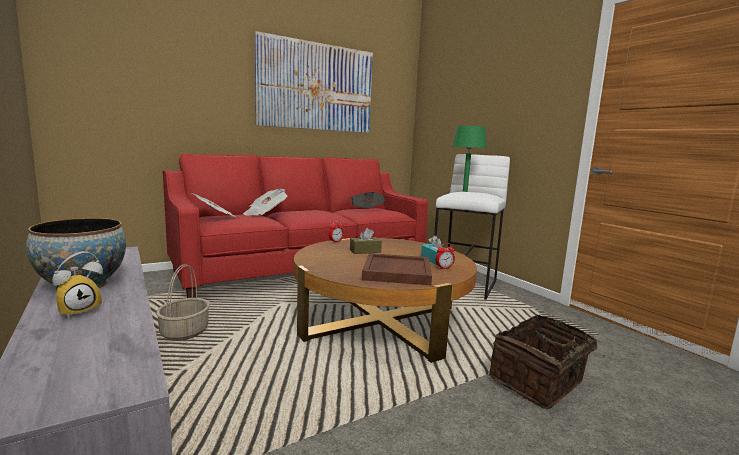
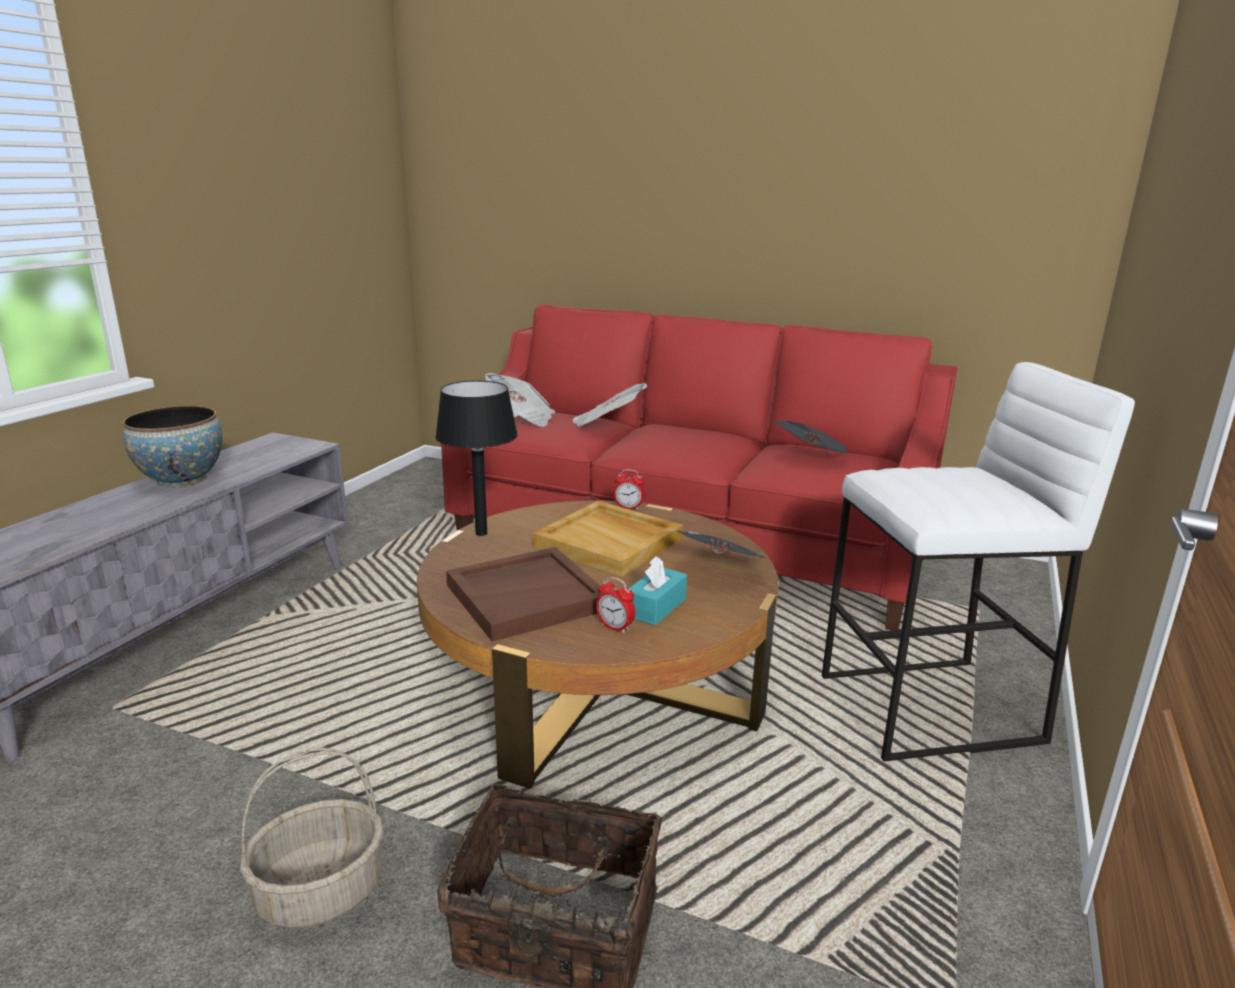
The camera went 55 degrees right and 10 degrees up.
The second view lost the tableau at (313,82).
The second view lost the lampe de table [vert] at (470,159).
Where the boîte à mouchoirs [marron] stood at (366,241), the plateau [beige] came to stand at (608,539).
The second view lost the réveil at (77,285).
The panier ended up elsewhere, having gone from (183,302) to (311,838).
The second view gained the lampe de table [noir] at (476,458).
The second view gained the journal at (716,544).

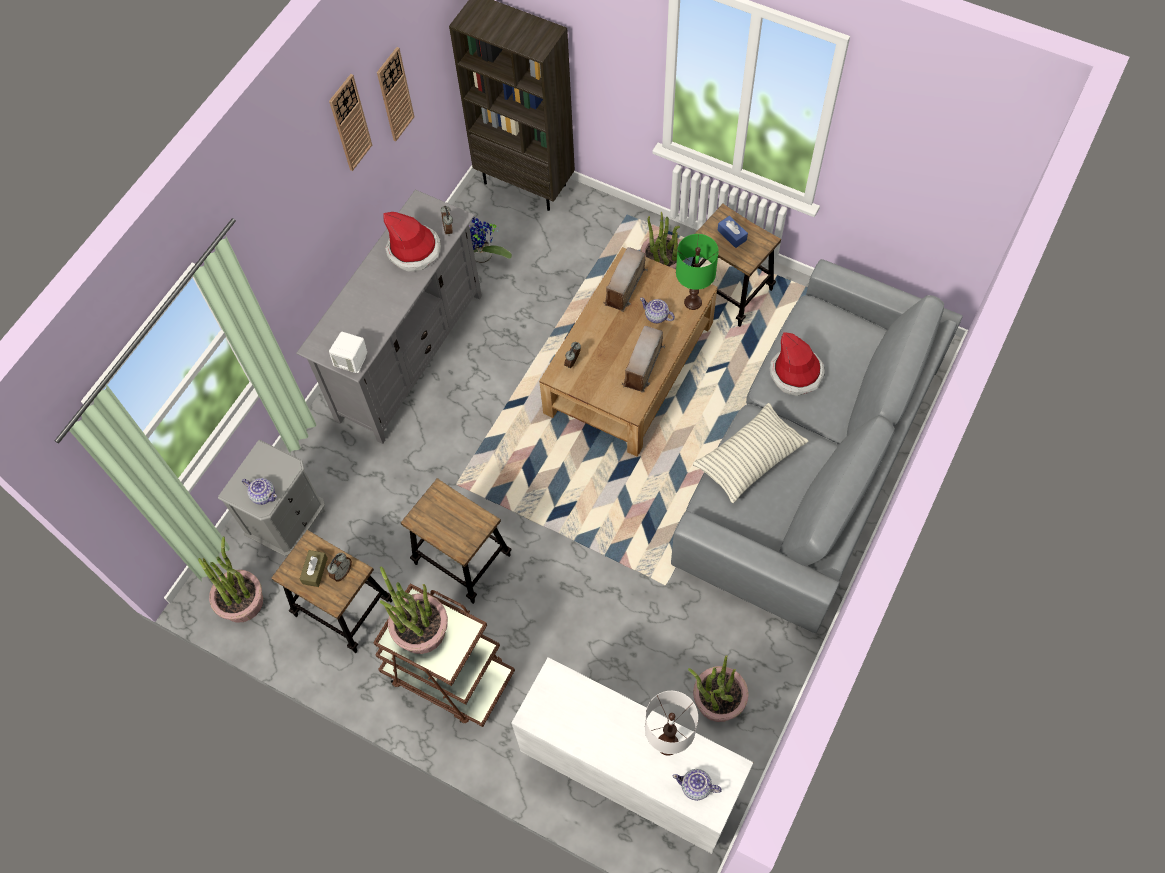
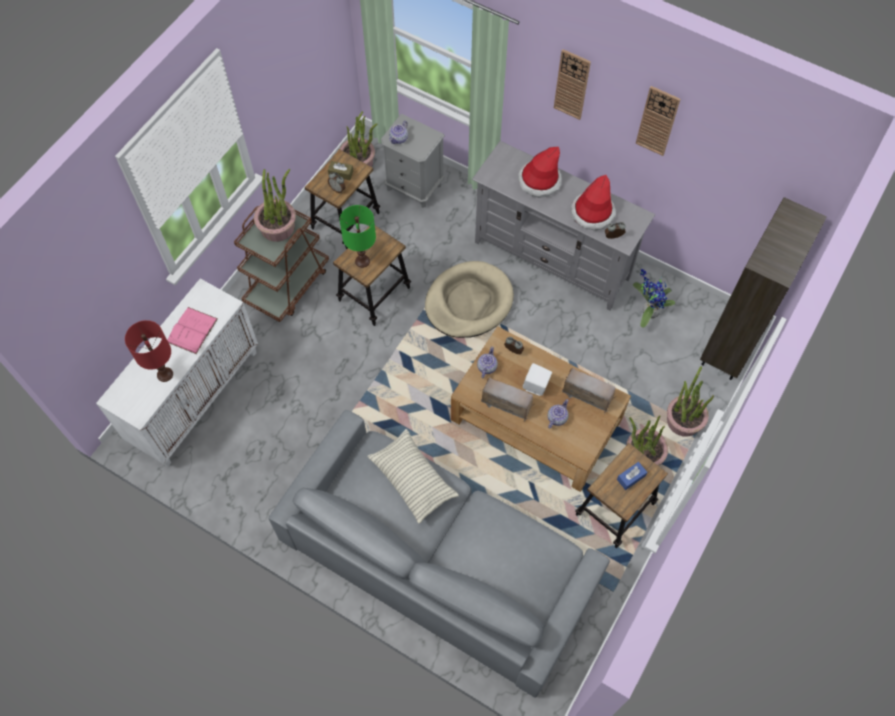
The camera went 90 degrees right and 0 degrees up.
The horloge murale ended up elsewhere, having gone from (395,94) to (572,84).
The lampe de table [vert] ended up elsewhere, having gone from (697,272) to (358,236).
The enceinte [blanc] ended up elsewhere, having gone from (348,352) to (537,379).
The chapeau ended up elsewhere, having gone from (797,364) to (540,172).
The plante en pot ended up elsewhere, having gone from (718,688) to (690,401).
What was the lampe de table [blanc] at (671,723) turned into the lampe de table [rouge] at (149,351).
The théière ended up elsewhere, having gone from (697,785) to (487,362).
The second view gained the panier pour chien [beige] at (469,299).
The second view gained the livre [rose] at (192,330).

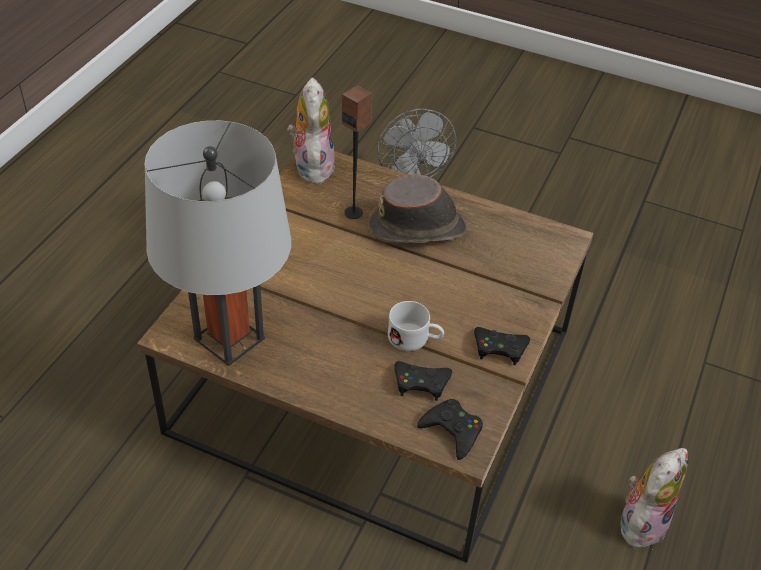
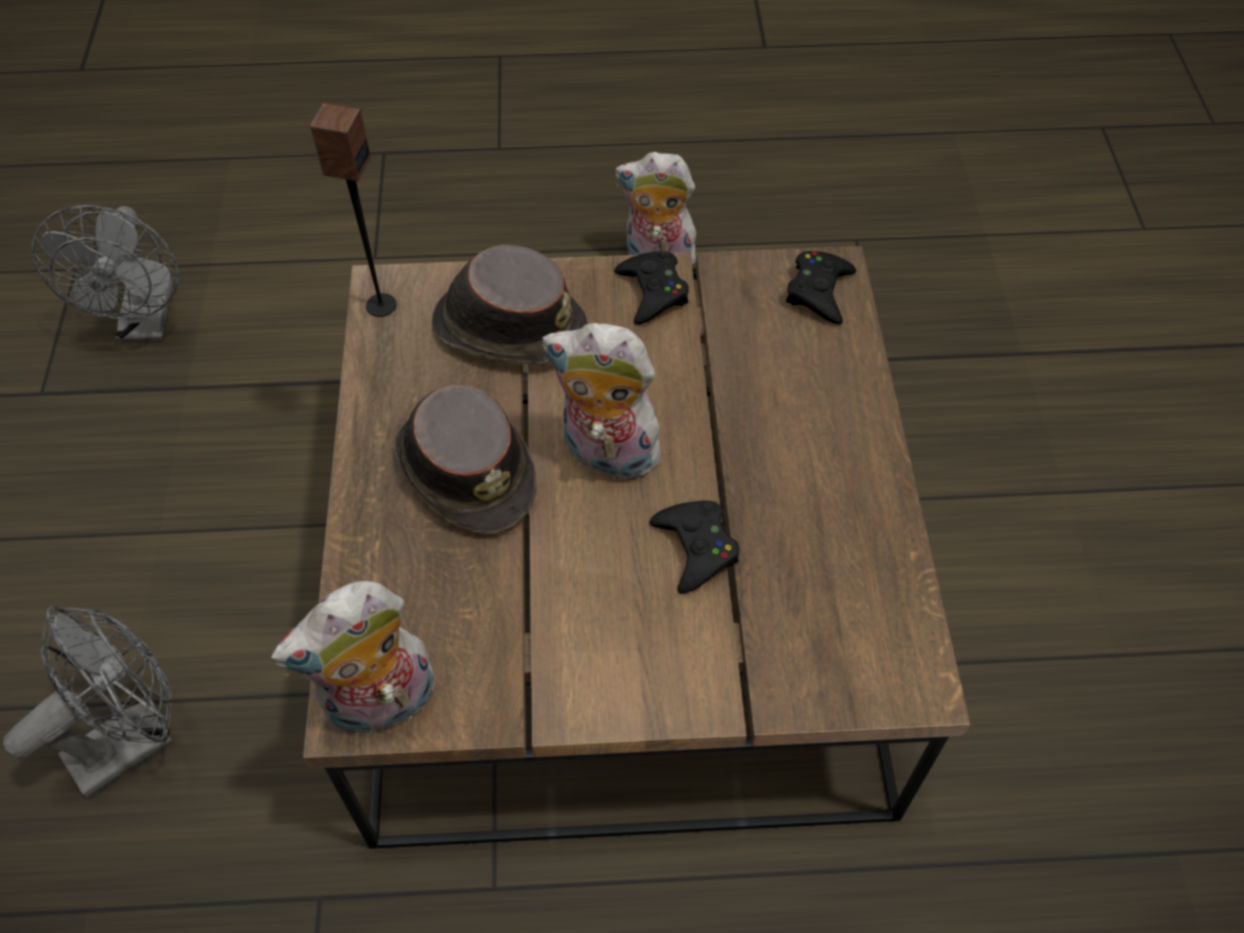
The camera went 115 degrees left and 10 degrees up.
The enceinte ended up elsewhere, having gone from (357,152) to (353,210).
The second view lost the lampe de table [gris] at (217,243).
The second view lost the mug [blanc] at (416,326).
The manette [noir] ended up elsewhere, having gone from (423,381) to (694,547).
The second view gained the ventilateur [gris] at (105,273).
The second view gained the chapeau [marron] at (510,305).
The second view gained the peluche at (606,404).

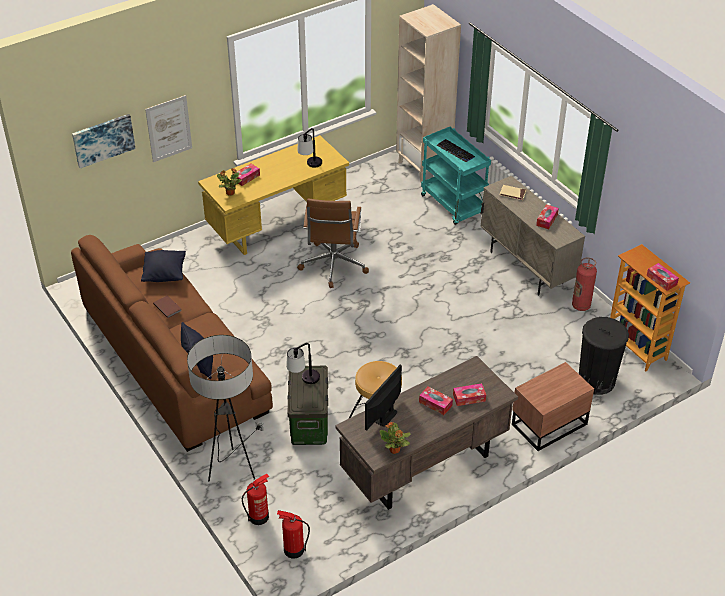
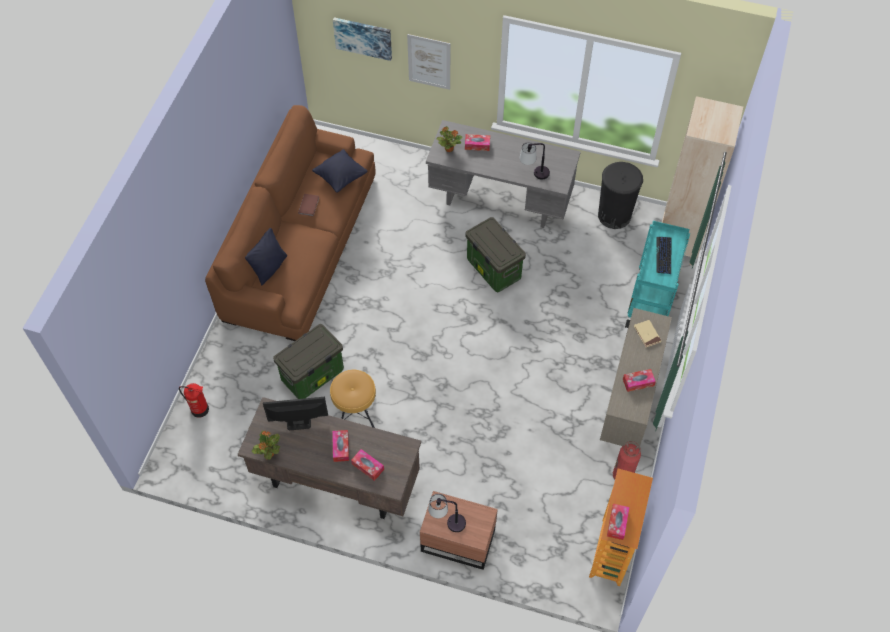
The camera went 50 degrees right and 15 degrees up.
What was the bureau [jaune] at (273,195) turned into the bureau [gris] at (503,174).
Where the chaise de bureau [marron] stood at (333,243), the boîte de rangement came to stand at (495,254).
The poubelle [noir] ended up elsewhere, having gone from (604,356) to (620,195).
The second view lost the lampadaire at (225,408).
The lampe de table ended up elsewhere, having gone from (303,363) to (447,513).
The second view lost the extincteur at (293,534).

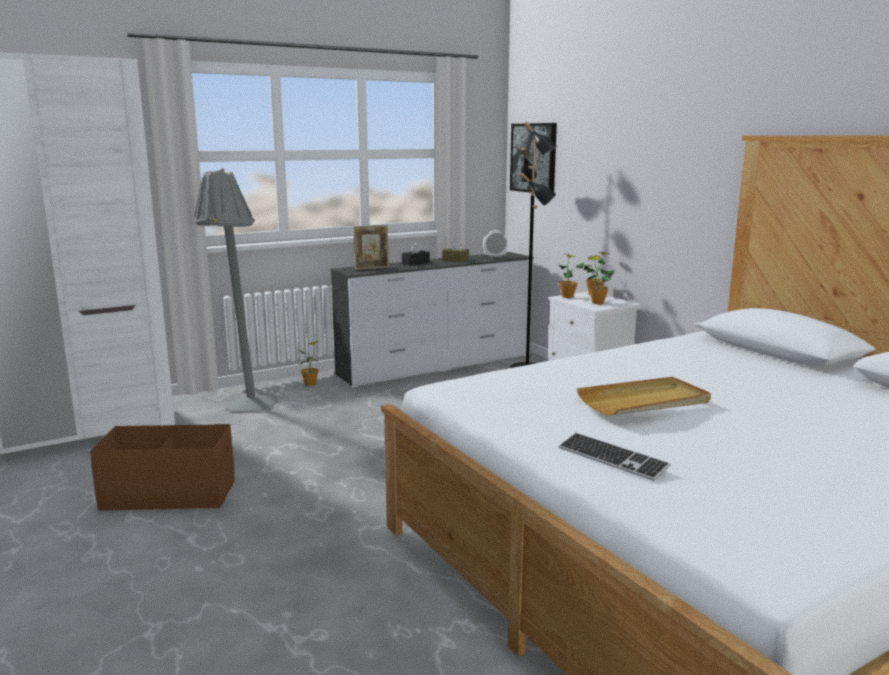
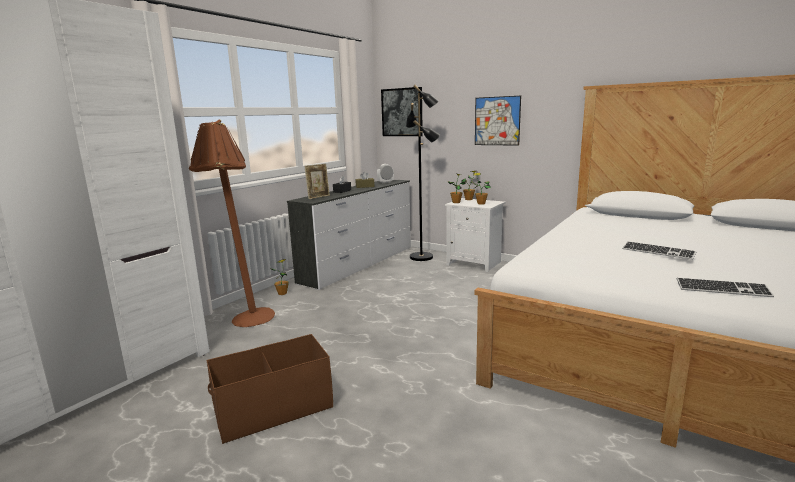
The camera went 25 degrees left and 0 degrees up.
What was the lampadaire [gris] at (236,290) turned into the lampadaire [marron] at (232,223).
Where the plateau [beige] stood at (644,396), the clavier came to stand at (659,250).
The second view gained the tableau at (498,121).

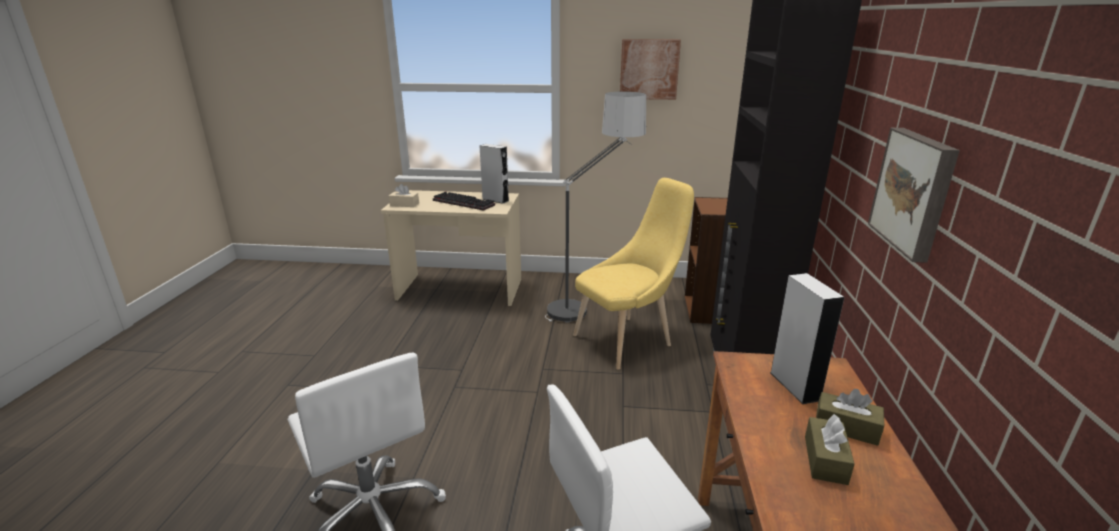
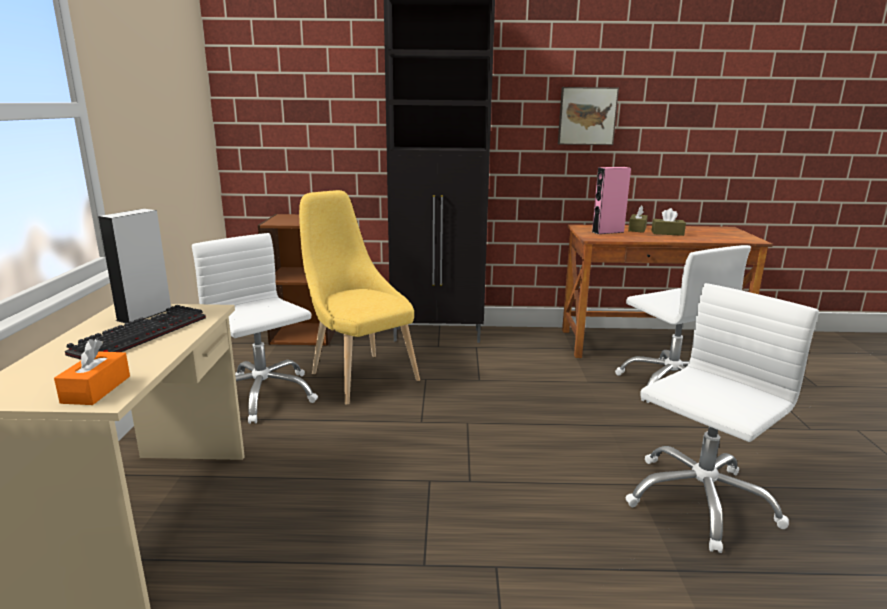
The camera went 95 degrees left and 5 degrees down.
The second view lost the tableau at (650,69).
Where the lampadaire stood at (596,207), the chaise de bureau [blanc] came to stand at (255,328).
What was the boîte à mouchoirs [beige] at (404,195) turned into the boîte à mouchoirs [orange] at (92,372).
What was the enceinte [gris] at (807,338) turned into the enceinte [rose] at (611,200).

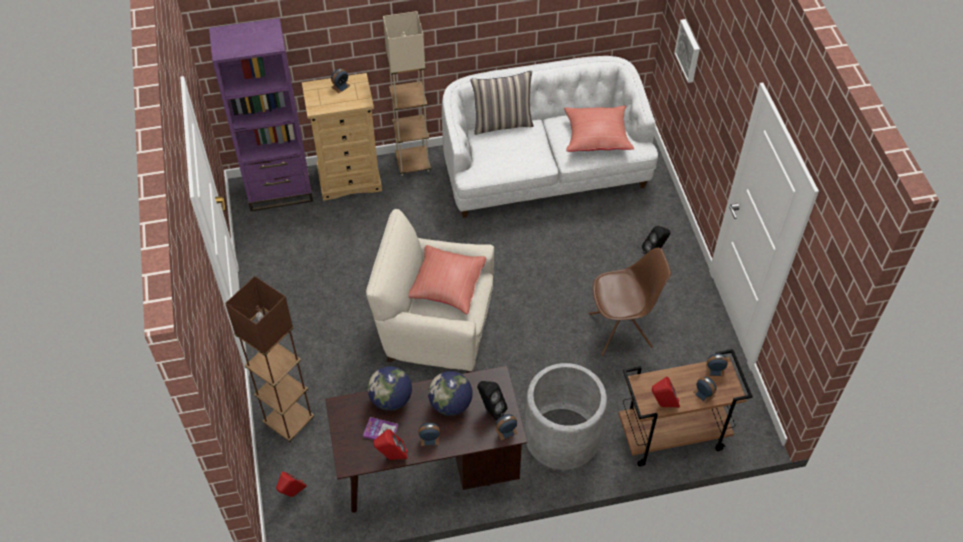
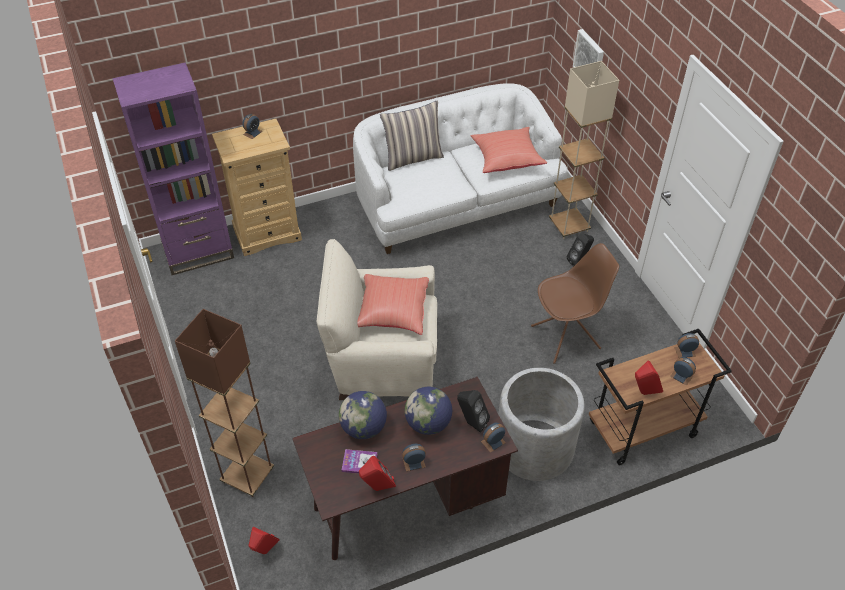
The camera went 10 degrees left and 5 degrees down.
The lampadaire [beige] ended up elsewhere, having gone from (407,93) to (584,150).

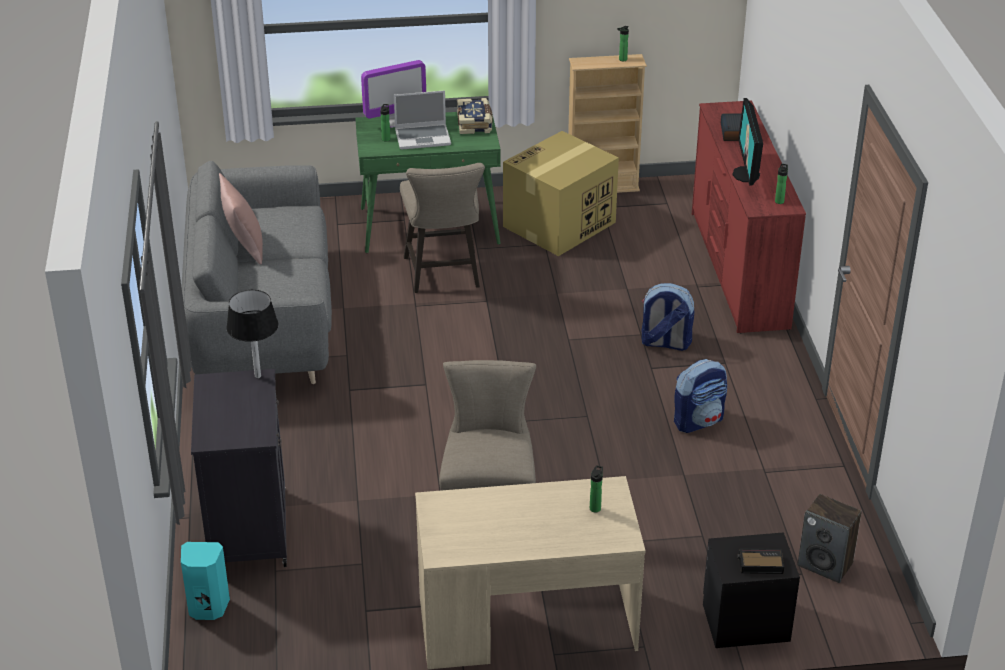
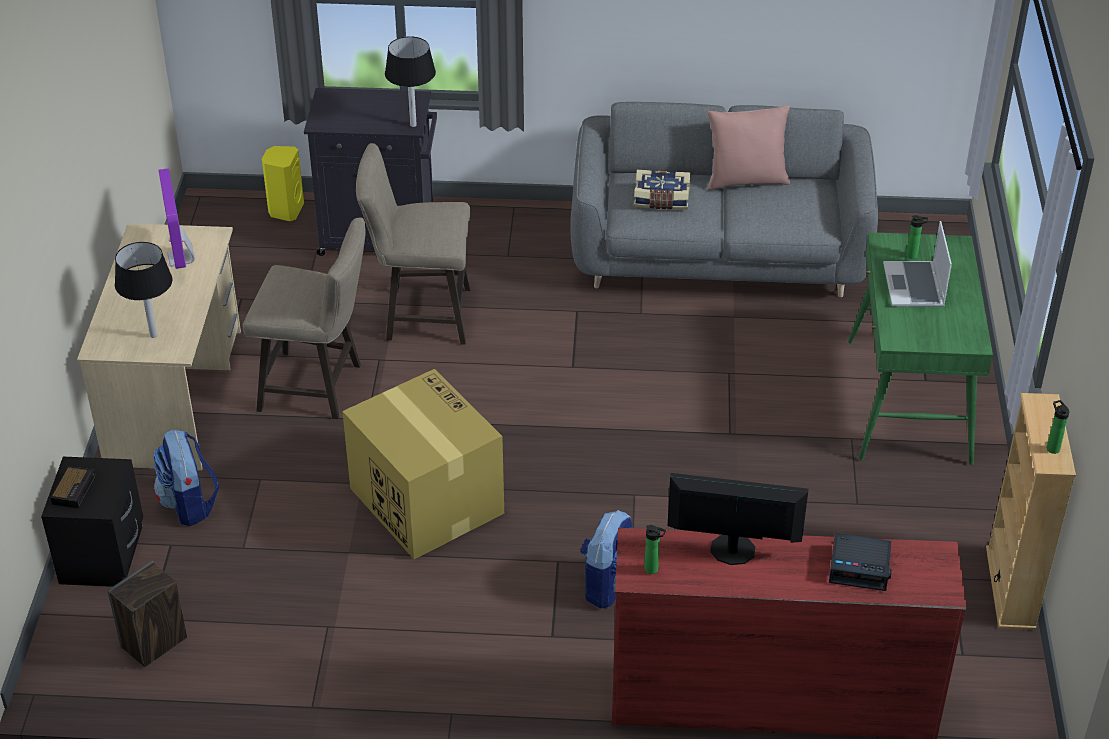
The camera went 100 degrees right and 5 degrees up.
The écran d'ordinateur ended up elsewhere, having gone from (393,94) to (176,218).
The livre ended up elsewhere, having gone from (475,116) to (662,190).
The carton ended up elsewhere, having gone from (561,193) to (423,464).
The tabouret [beige] ended up elsewhere, having gone from (442,228) to (413,244).
The sac à dos ended up elsewhere, having gone from (700,396) to (186,477).
Where the bouteille stood at (596,489), the lampe de table [noir] came to stand at (144,290).
What was the enceinte [turquoise] at (205,581) turned into the enceinte [jaune] at (283,183).

